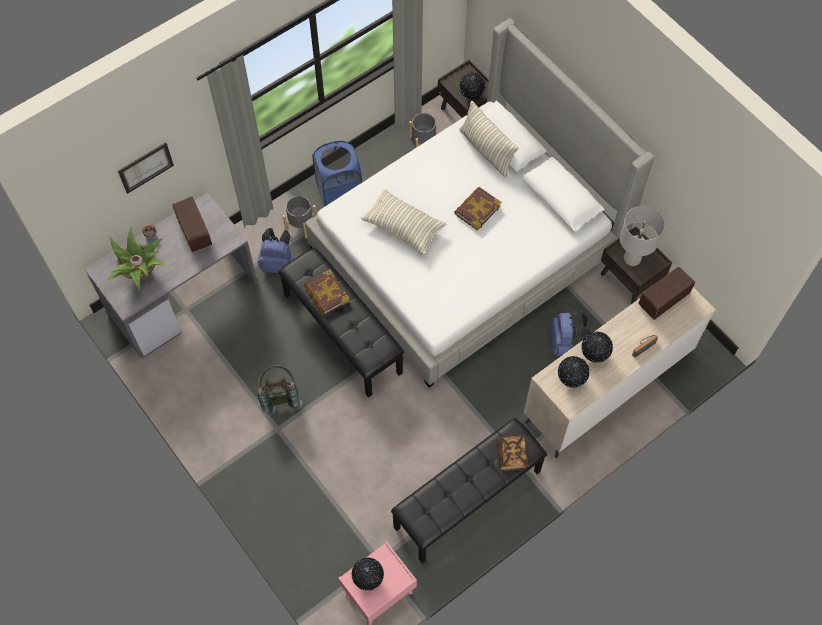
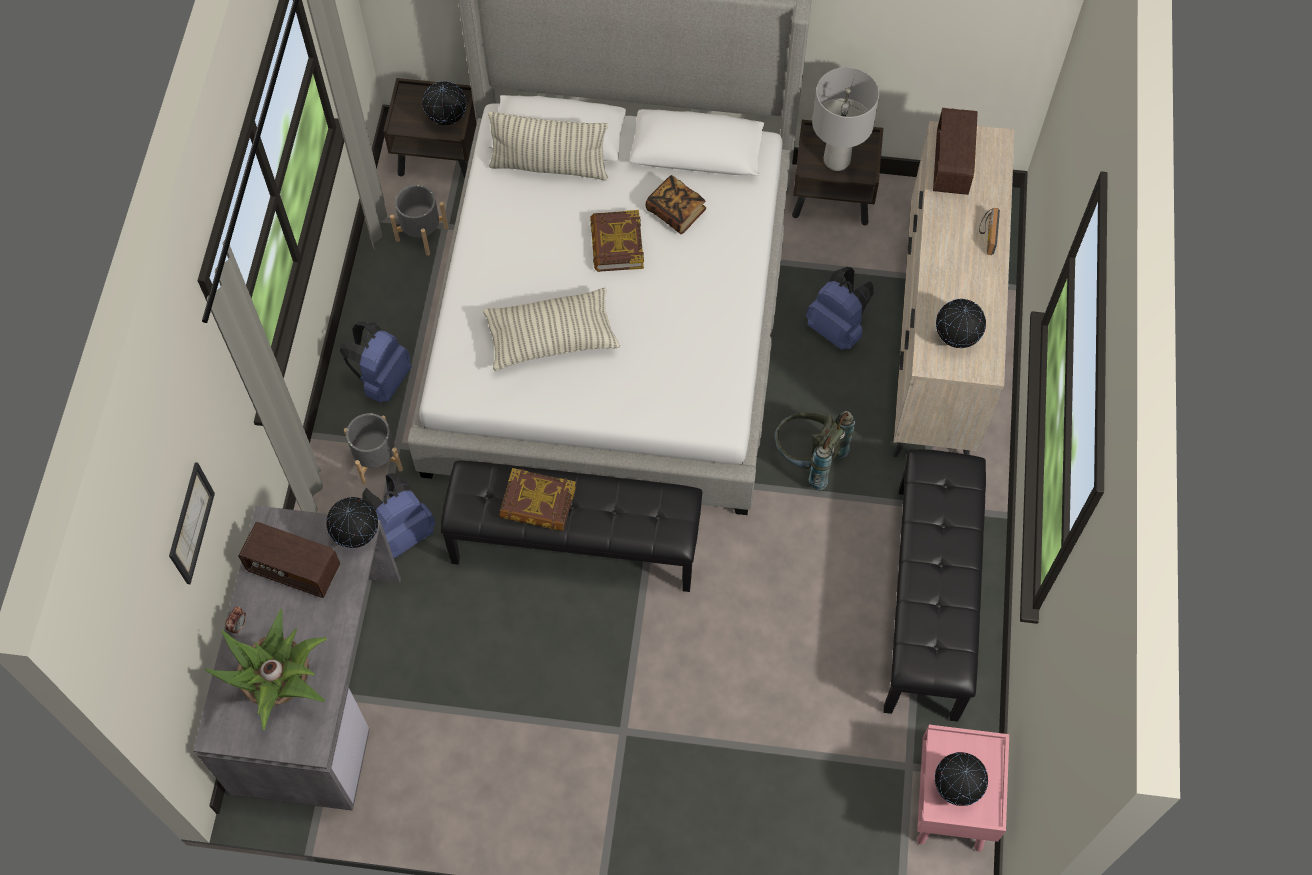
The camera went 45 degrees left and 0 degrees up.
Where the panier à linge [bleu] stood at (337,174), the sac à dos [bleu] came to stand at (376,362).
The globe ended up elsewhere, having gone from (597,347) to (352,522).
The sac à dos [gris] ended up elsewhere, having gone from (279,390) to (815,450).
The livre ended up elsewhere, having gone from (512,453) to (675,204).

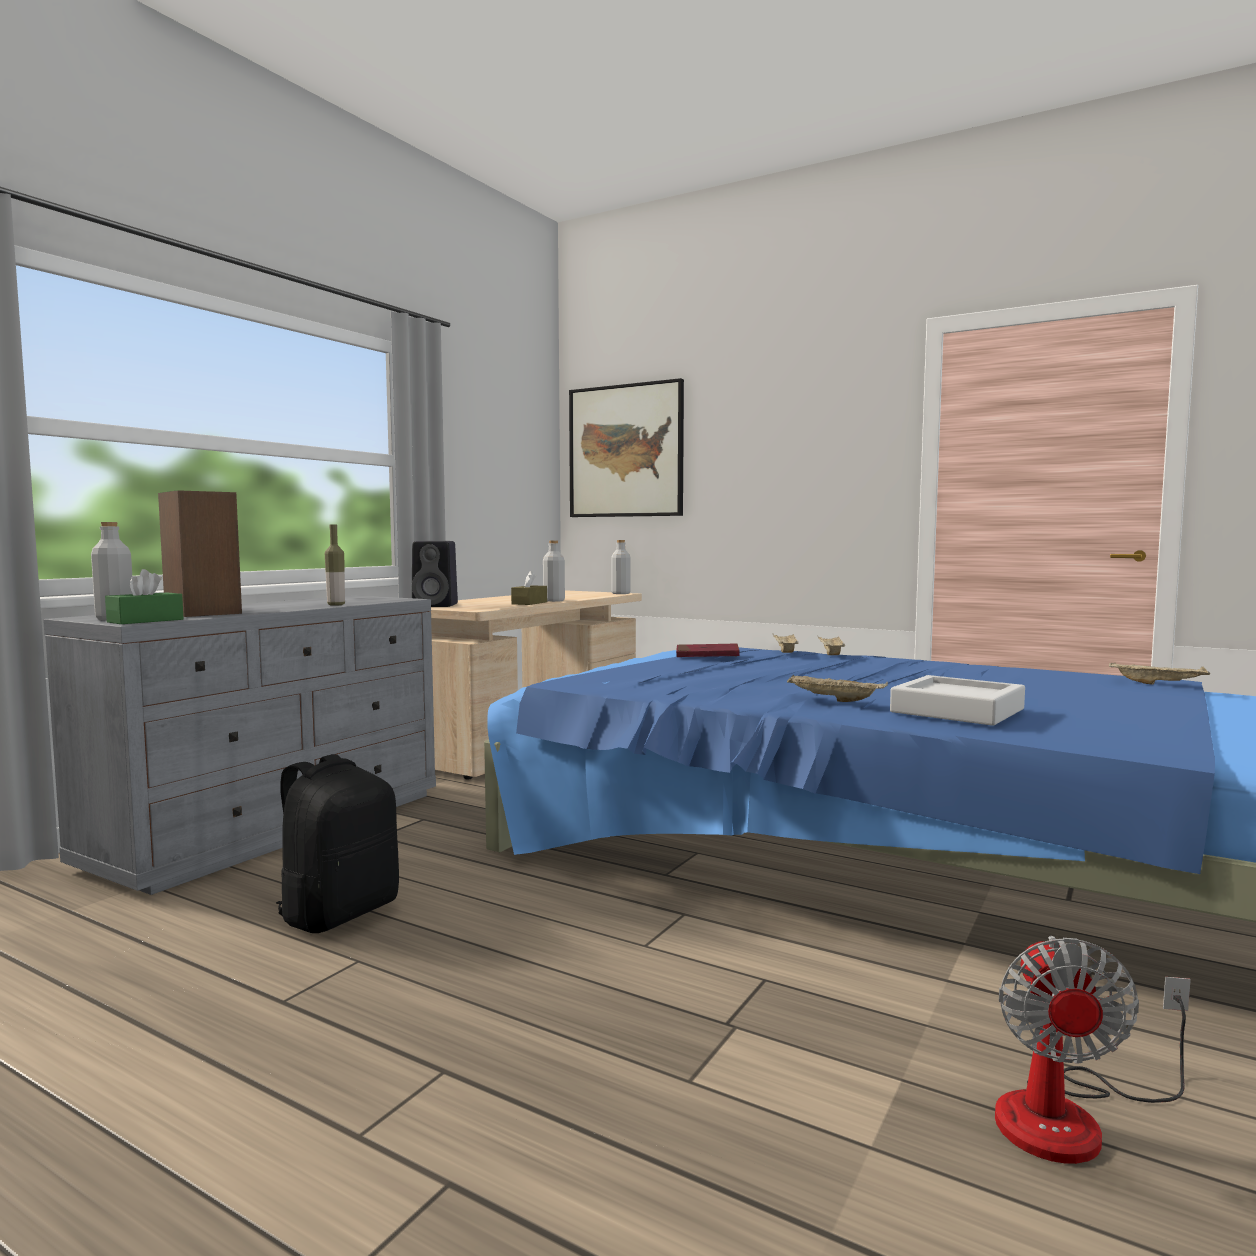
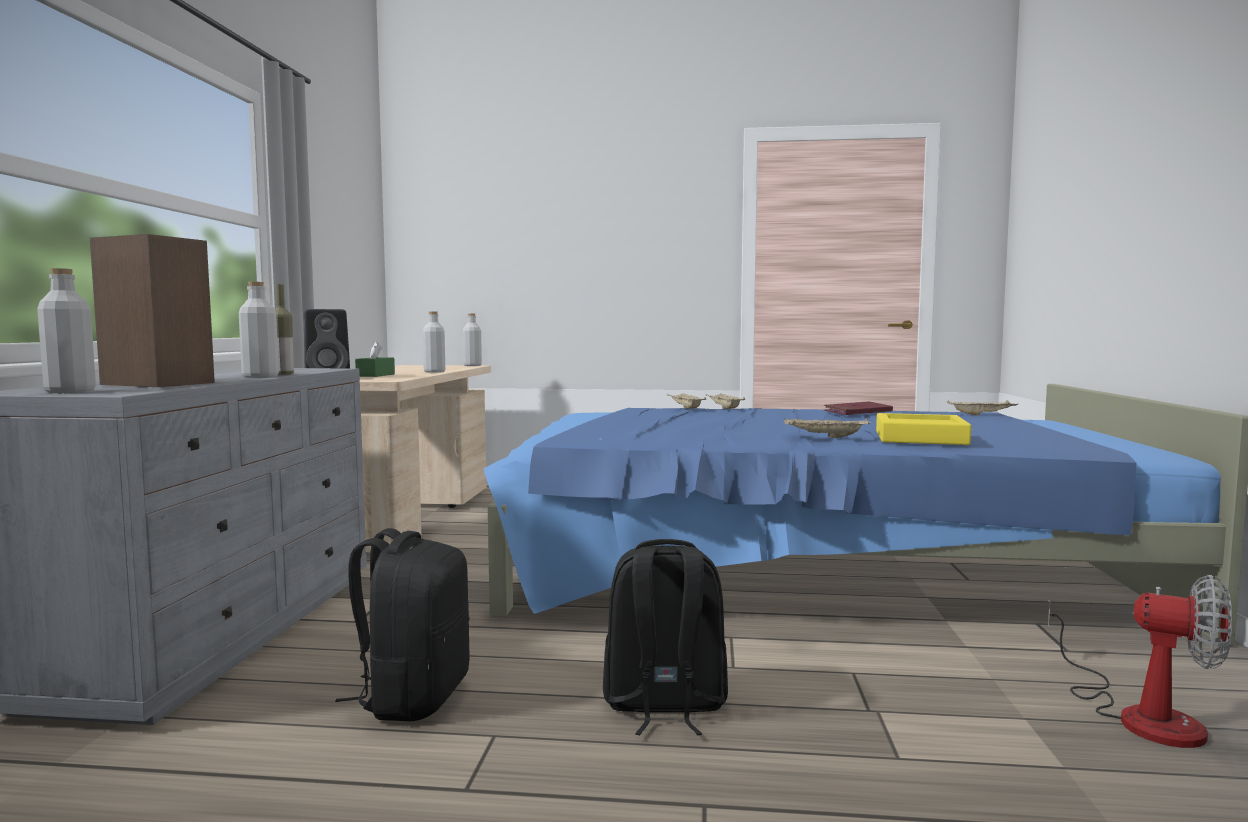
The camera went 25 degrees left and 0 degrees up.
The second view lost the tableau at (626,447).
The boîte à mouchoirs [vert] ended up elsewhere, having gone from (144,596) to (375,359).
The second view lost the boîte à mouchoirs [marron] at (529,588).
The livre [rouge] ended up elsewhere, having gone from (708,650) to (858,408).
What was the plateau [gris] at (957,700) turned into the plateau [jaune] at (923,429).
The ventilateur at (1093,1050) ended up facing another way, 45 degrees counterclockwise from before.
The second view gained the bouteille [gris] at (259,330).
The second view gained the sac à dos [noir] at (665,637).

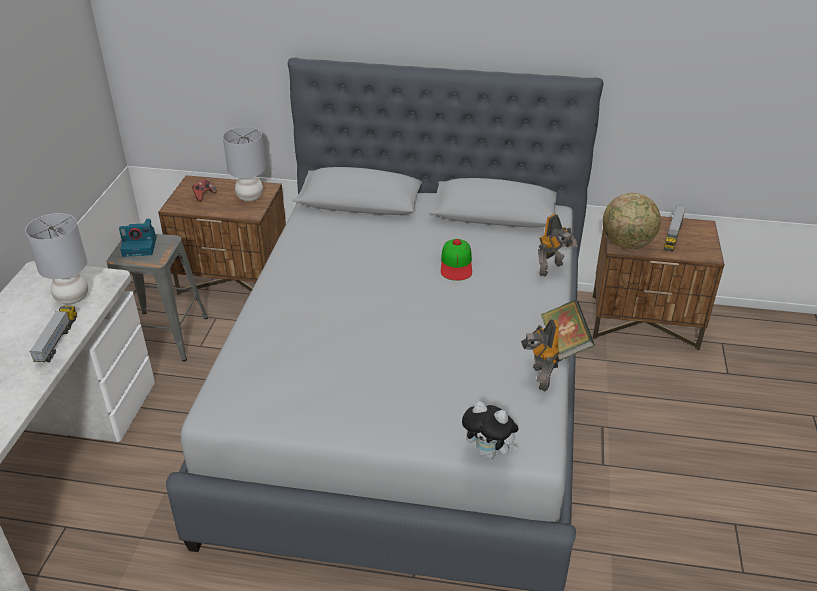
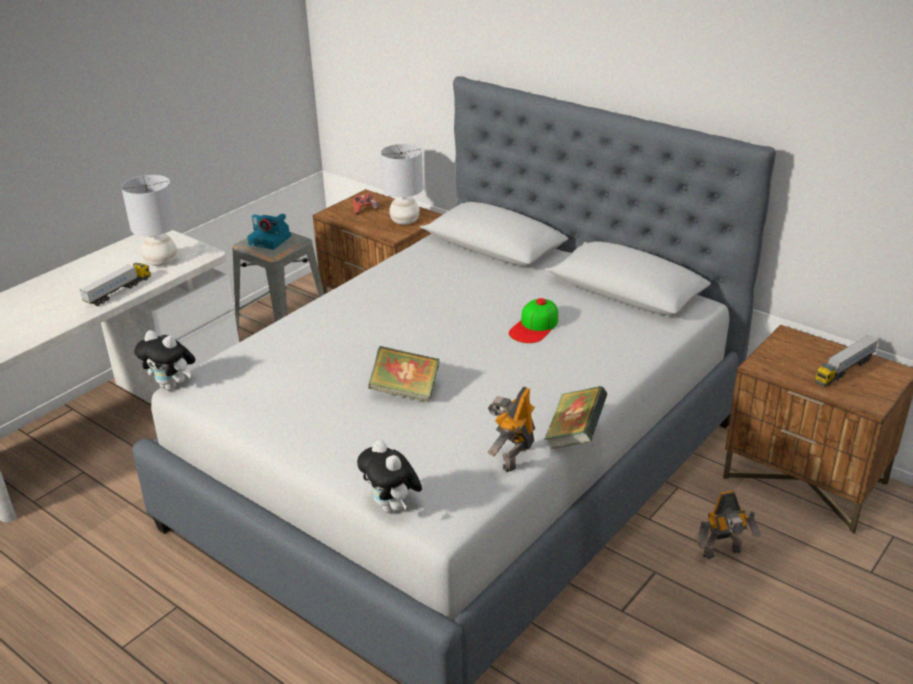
The camera went 30 degrees right and 5 degrees down.
The second view lost the globe at (632,221).
The robot jouet ended up elsewhere, having gone from (558,245) to (728,524).
The second view gained the peluche at (164,360).
The second view gained the livre at (404,374).

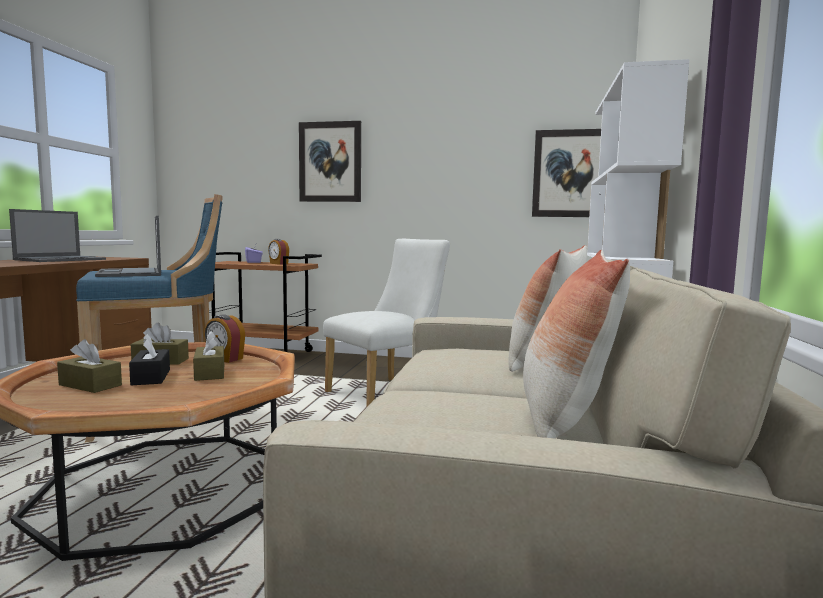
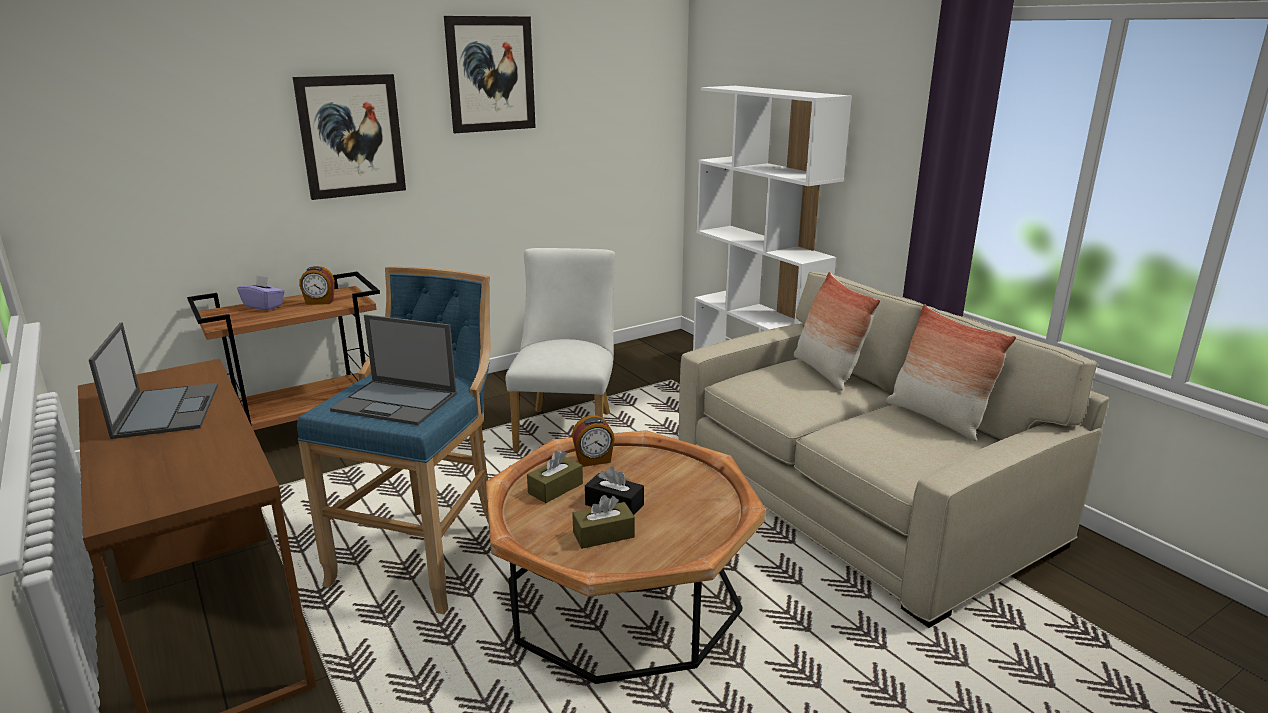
The camera went 45 degrees left and 15 degrees up.
The tableau ended up elsewhere, having gone from (566,173) to (490,74).
The second view lost the boîte à mouchoirs [marron] at (208,356).

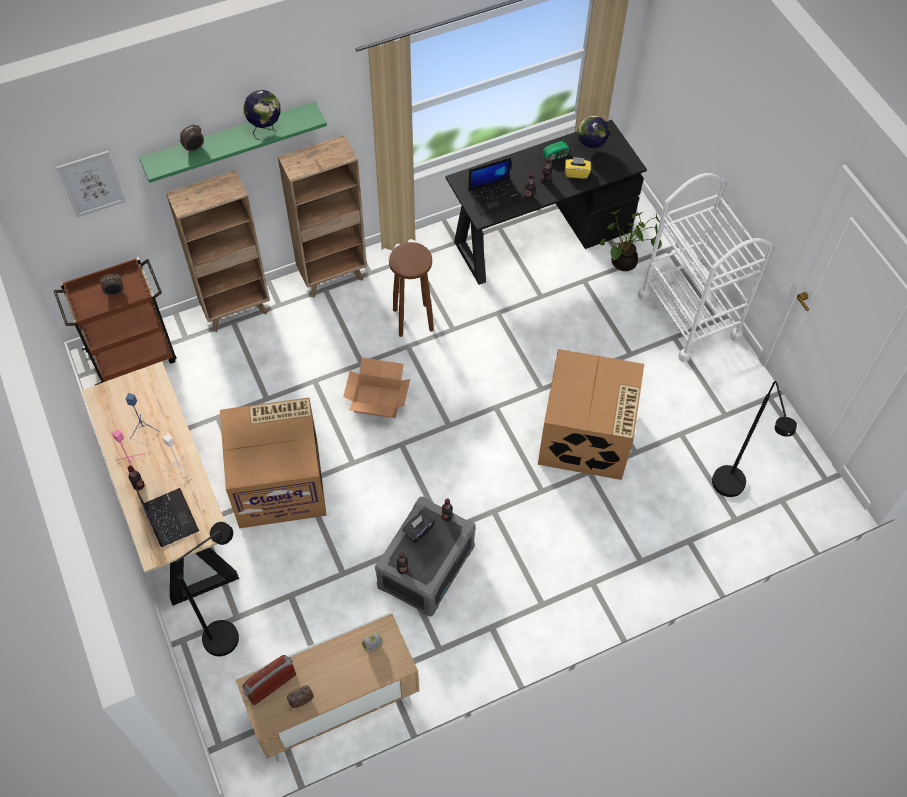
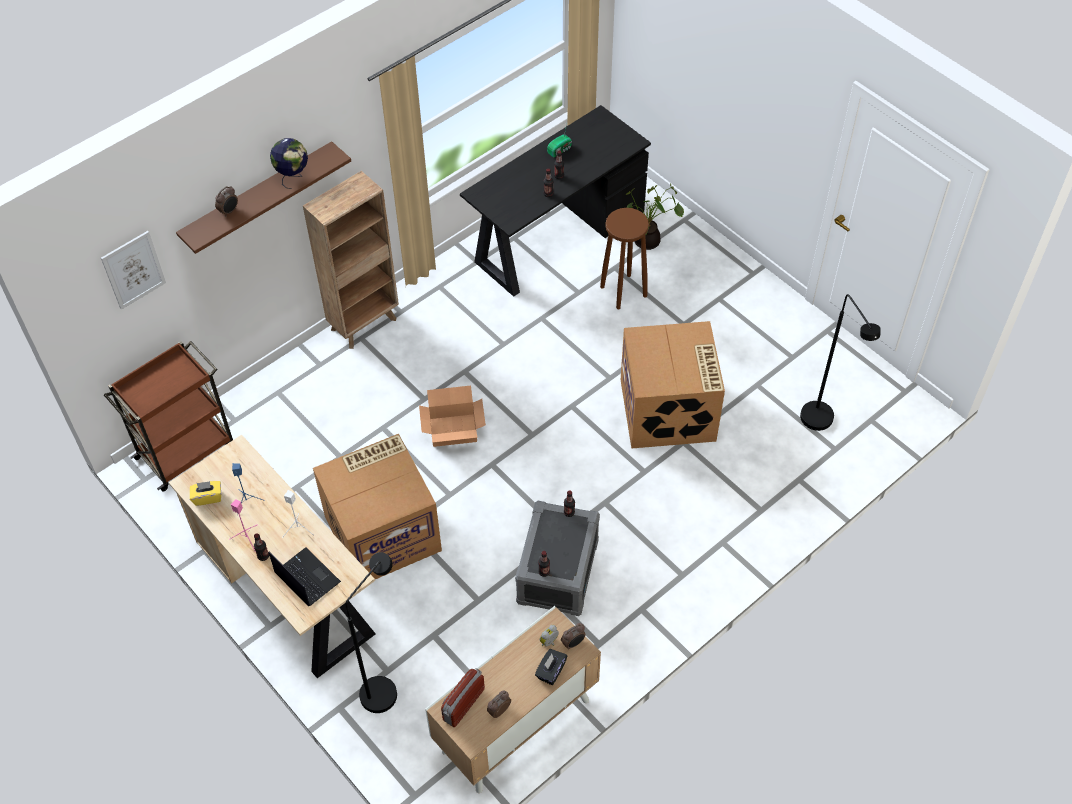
The camera went 15 degrees left and 5 degrees down.
What was the étagère [vert] at (233,142) turned into the étagère [marron] at (263,197).
The second view lost the globe at (593,135).
The boîte à mouchoirs [jaune] ended up elsewhere, having gone from (578,168) to (205,493).
The second view lost the ordinateur portable at (495,187).
The second view lost the bibliothèque [marron] at (218,251).
The second view lost the chariot [blanc] at (705,267).
The tabouret [marron] ended up elsewhere, having gone from (411,289) to (624,258).
The réveil ended up elsewhere, having gone from (111,284) to (573,636).
The boîte à mouchoirs [noir] ended up elsewhere, having gone from (418,527) to (551,667).

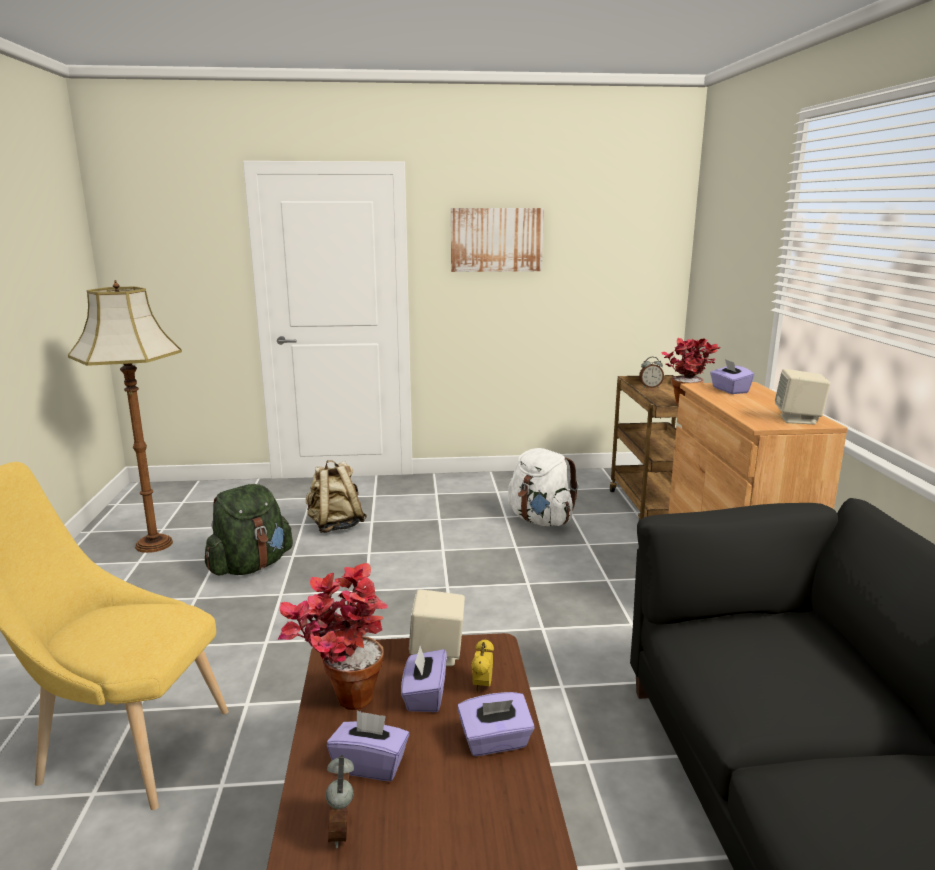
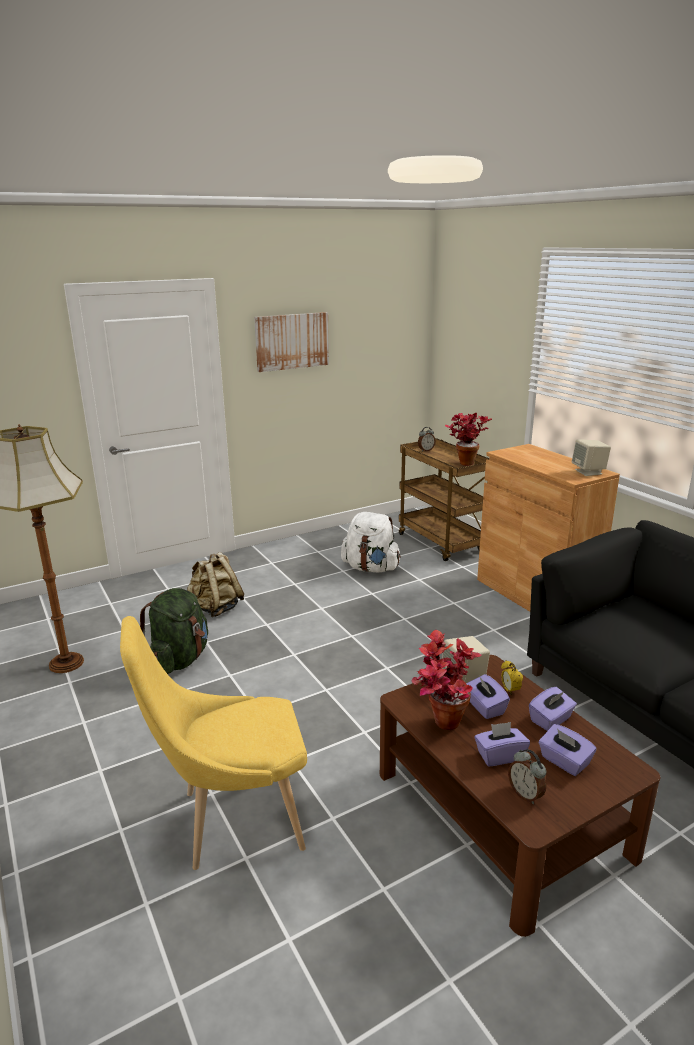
The camera went 25 degrees left and 5 degrees up.
The boîte à mouchoirs [violet] ended up elsewhere, having gone from (732,376) to (567,750).

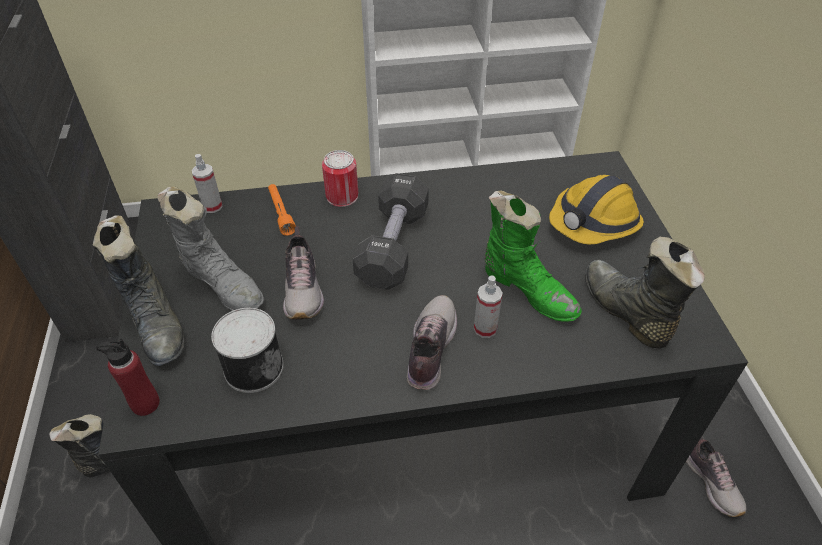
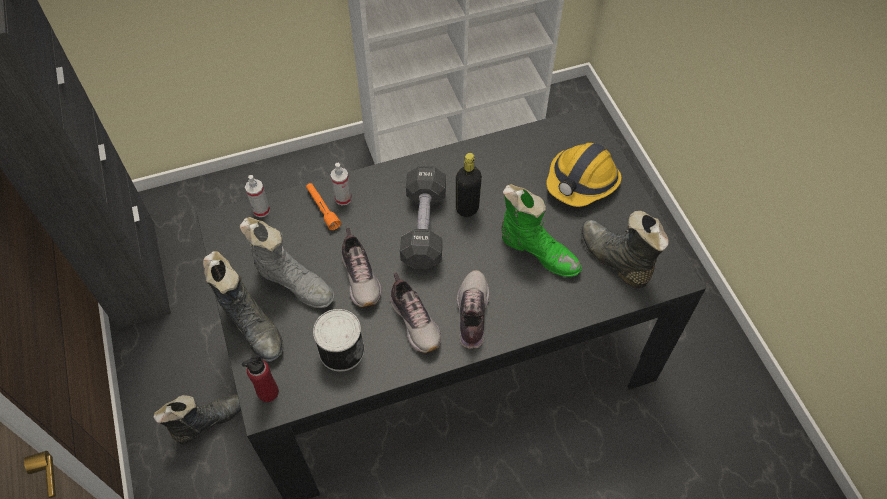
The camera went 10 degrees left and 10 degrees up.
The second view lost the boîte métallique at (340,178).
The vaporisateur ended up elsewhere, having gone from (488,306) to (341,184).
The chaussure ended up elsewhere, having gone from (716,477) to (415,312).
The second view gained the bouteille [noir] at (469,185).

